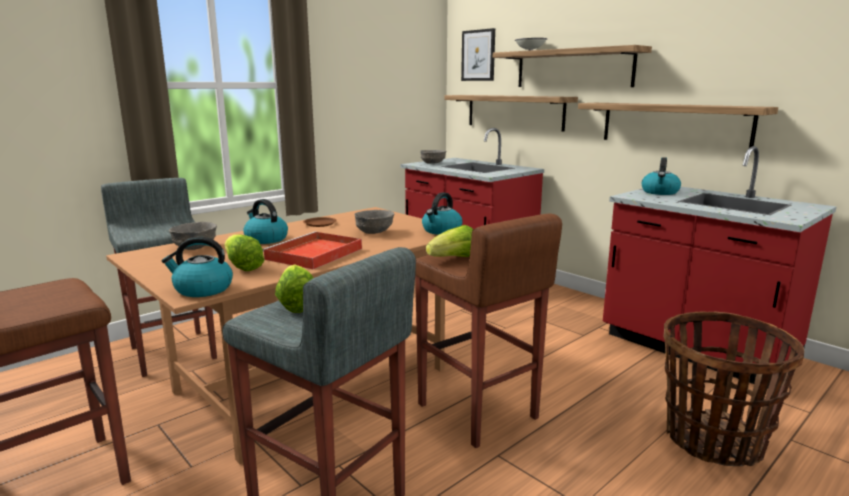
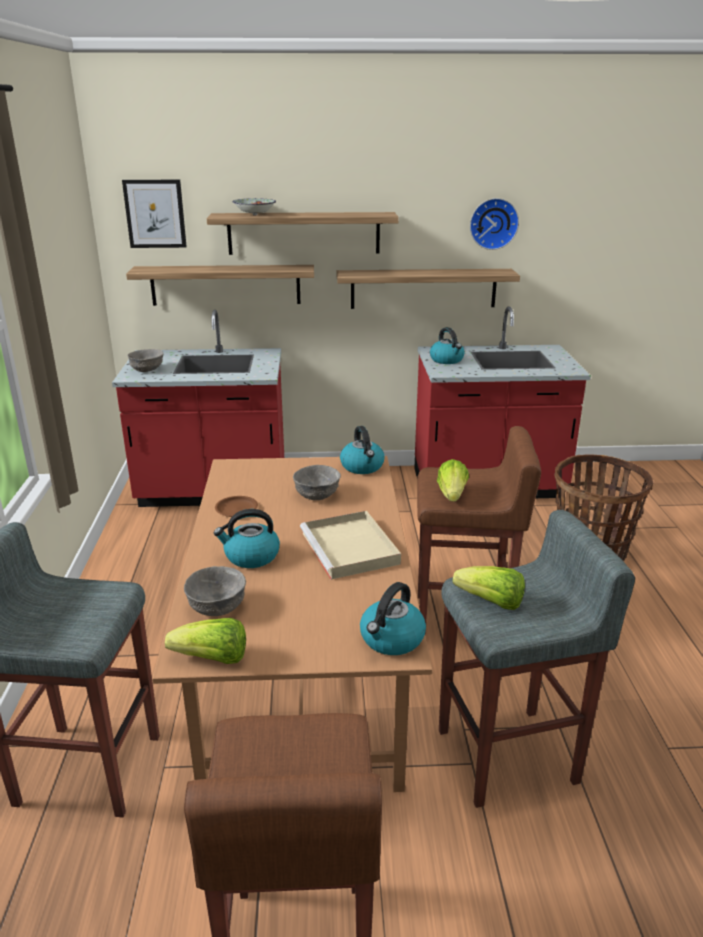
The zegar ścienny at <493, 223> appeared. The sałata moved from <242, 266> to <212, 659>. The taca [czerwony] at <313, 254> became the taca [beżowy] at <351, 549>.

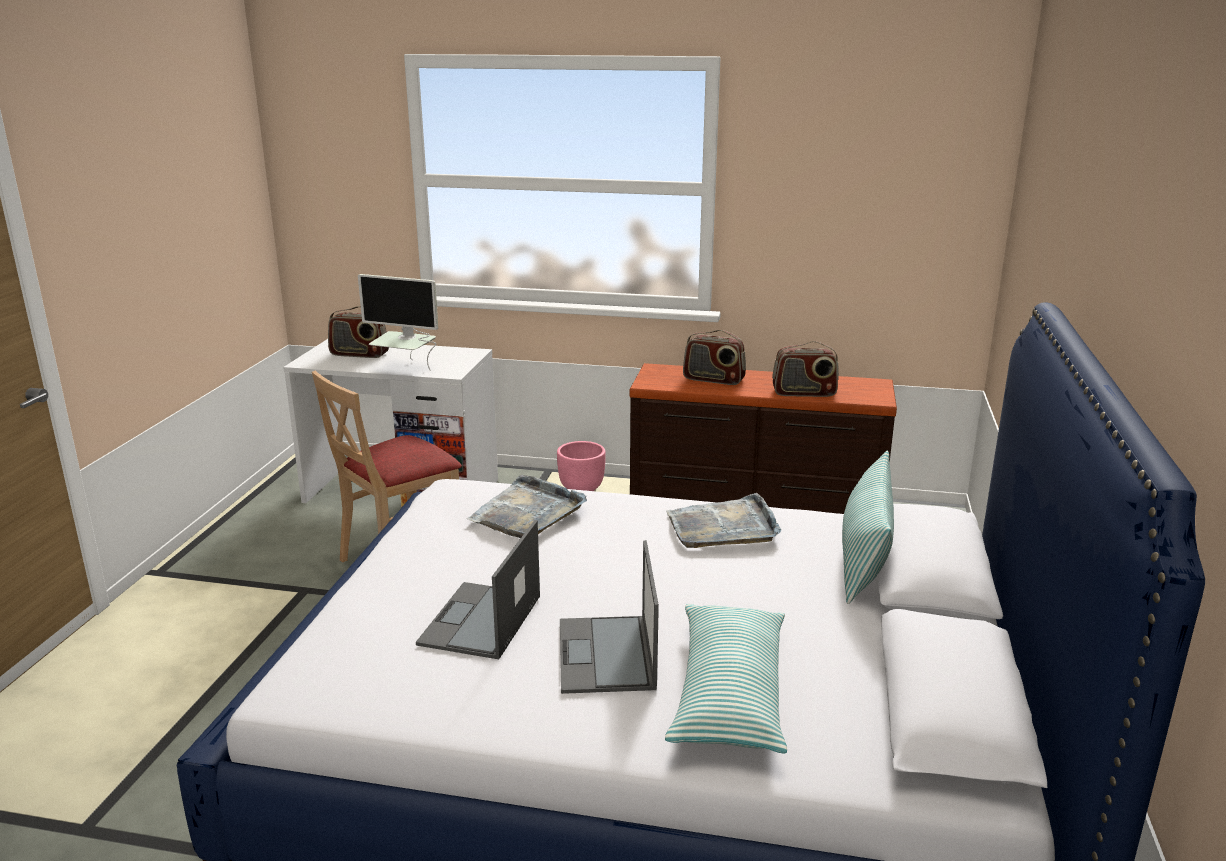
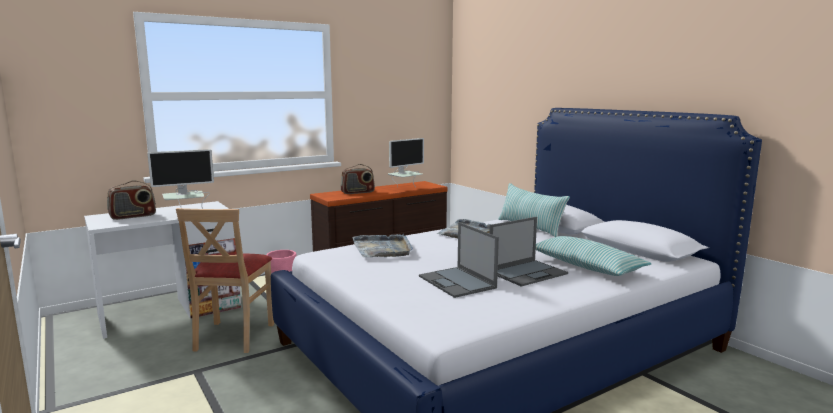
The radio at <804, 393> was replaced by the monitor at <405, 189>. The laptop at <606, 655> turned 75 degrees counterclockwise.

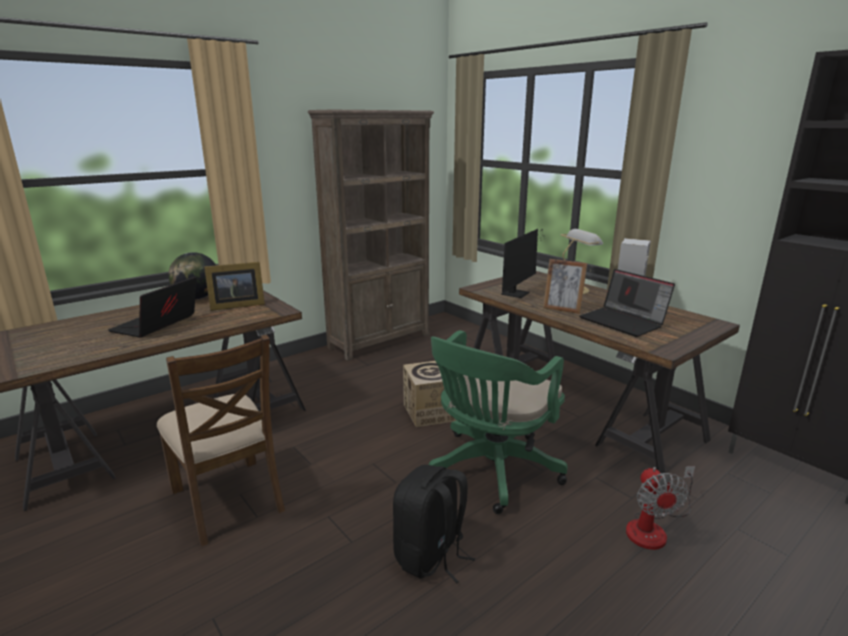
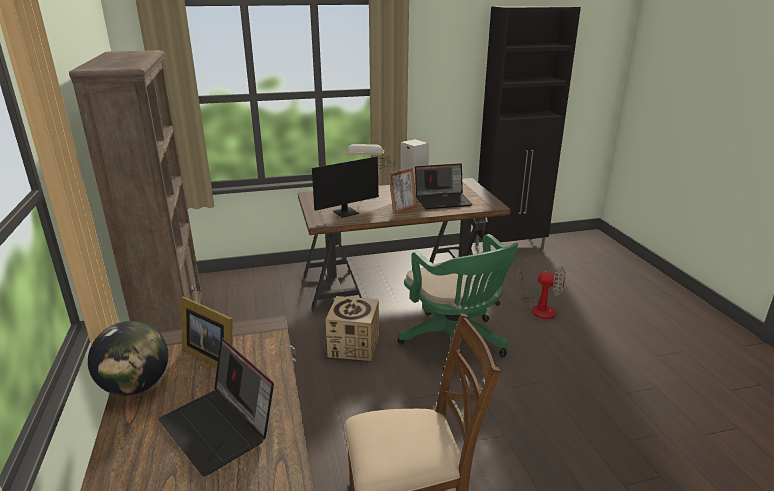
The plecak [czarny] at <431, 556> disappeared. The ramka na zdjęcie at <235, 305> turned 120 degrees clockwise. The monitor at <518, 292> turned 90 degrees clockwise.

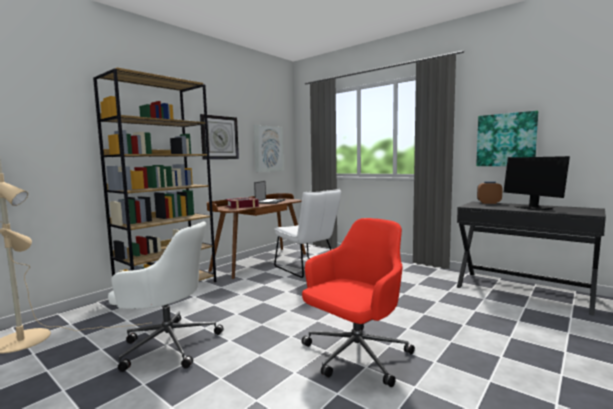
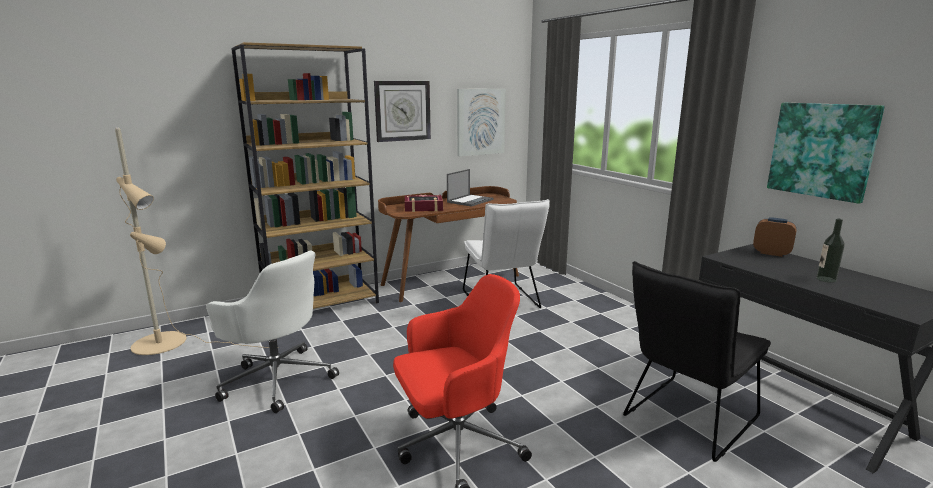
The krzesło [czarny] at <685, 420> appeared. The monitor at <533, 208> was replaced by the butelka at <826, 279>.

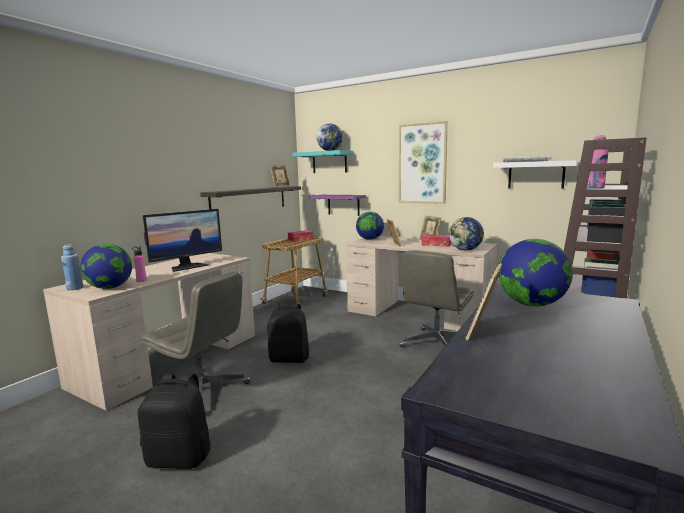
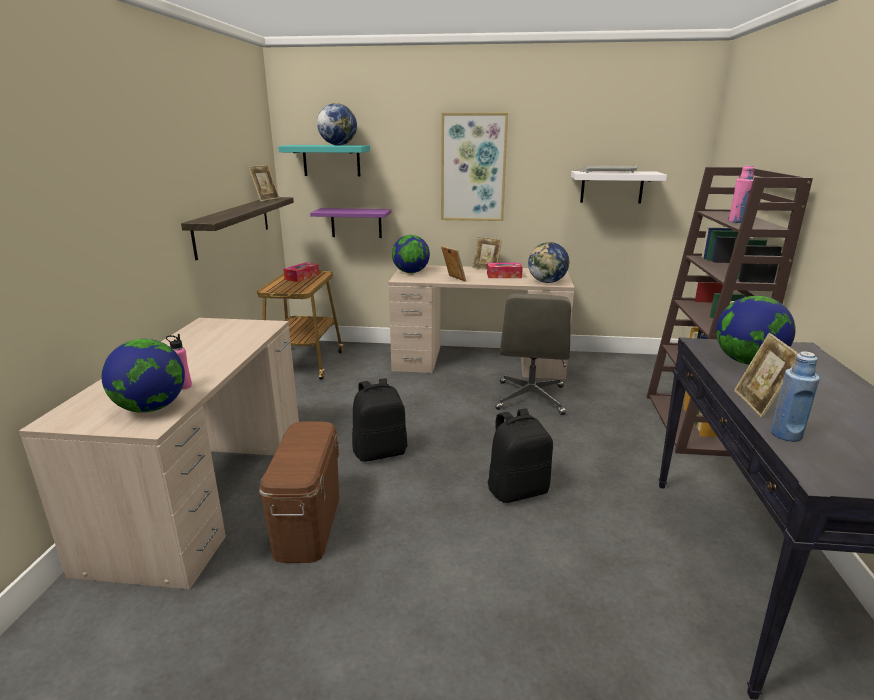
The monitor at <187, 267> disappeared. The butelka [niebieski] moved from <75, 288> to <786, 435>. The plecak [czarny] moved from <180, 457> to <517, 490>. The krzesło biurowe [szary] at <203, 392> was replaced by the pojemnik do przechowywania [brązowy] at <308, 524>.

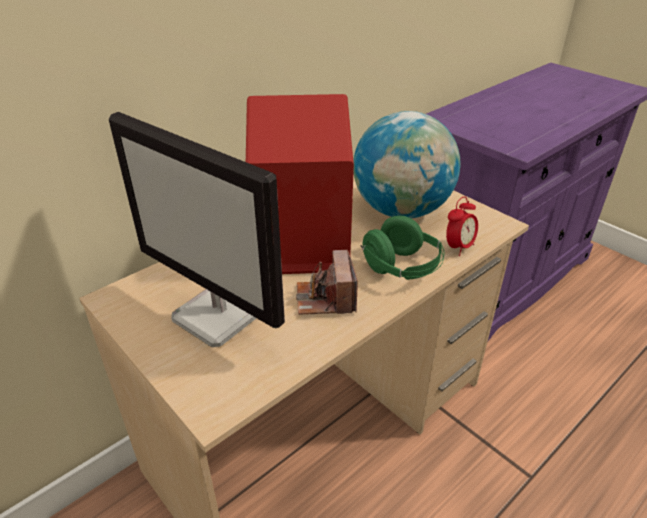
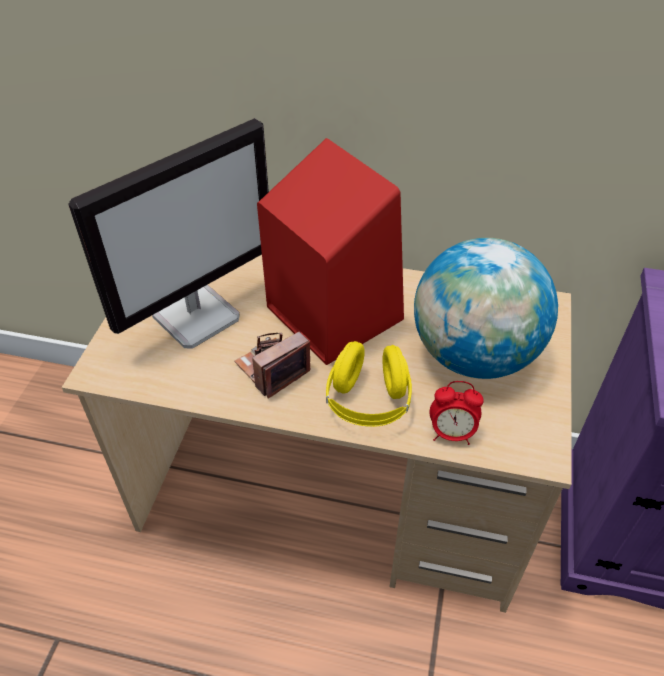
The słuchawki [zielony] at <402, 268> became the słuchawki [żółty] at <368, 402>. The monitor at <219, 316> turned 135 degrees counterclockwise.

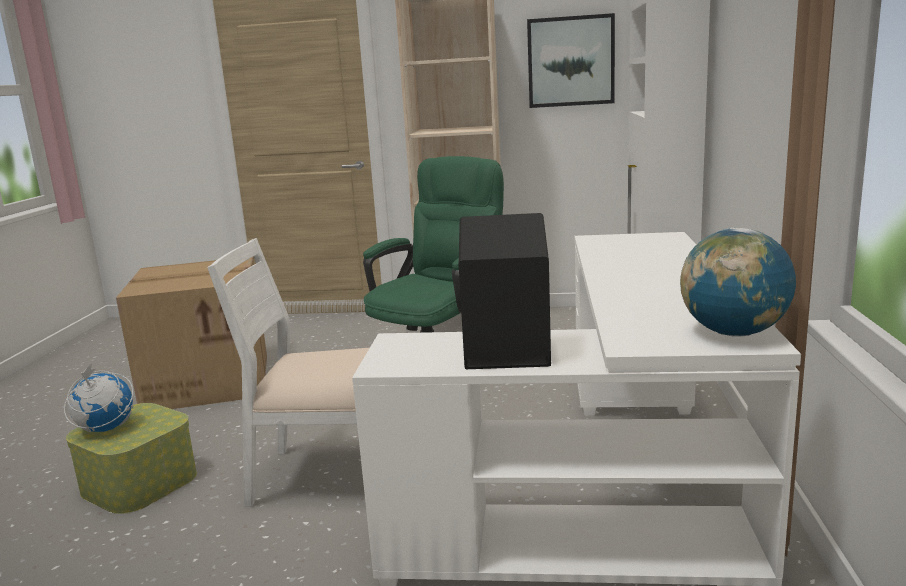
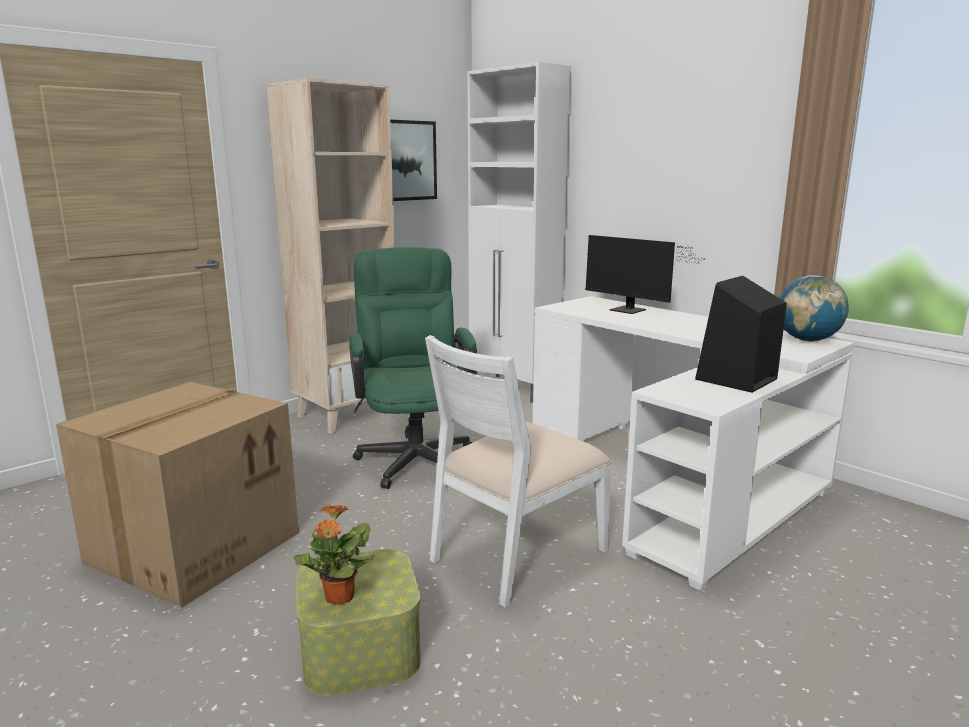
The monitor at <631, 311> appeared. The globus at <105, 429> was replaced by the roślina doniczkowa at <339, 597>.

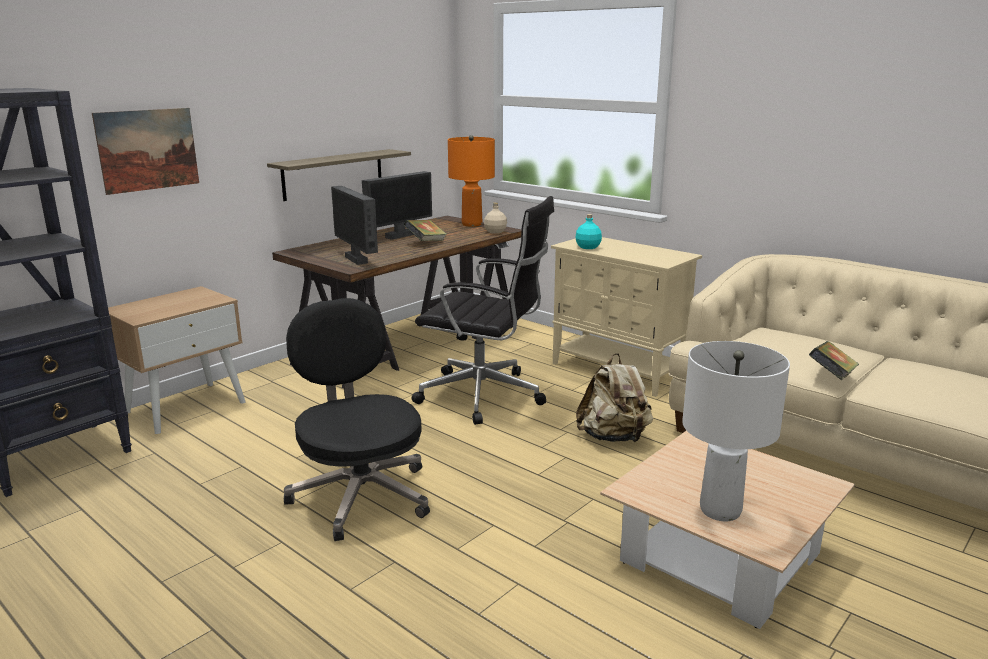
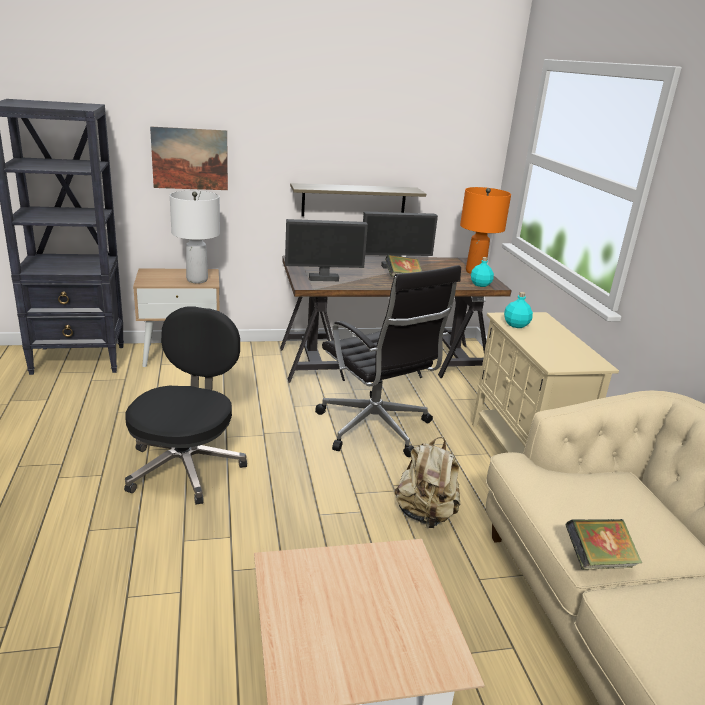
The lampa stołowa [biały] moved from <721, 511> to <197, 280>. The butelka [beżowy] at <495, 232> became the butelka [turkusowy] at <480, 284>. The monitor at <357, 260> turned 105 degrees counterclockwise.

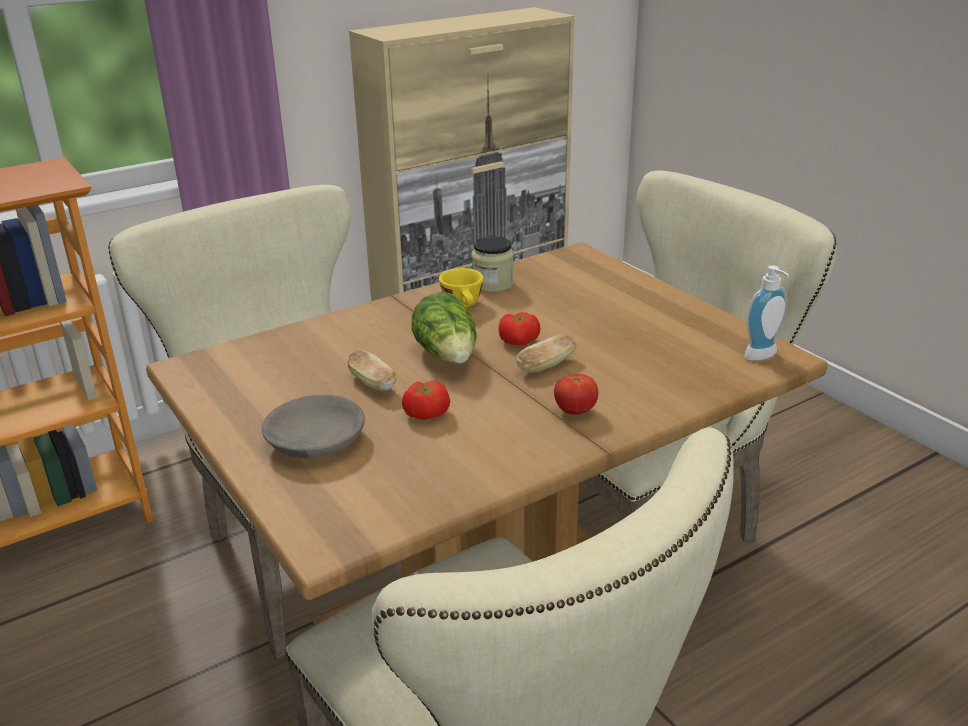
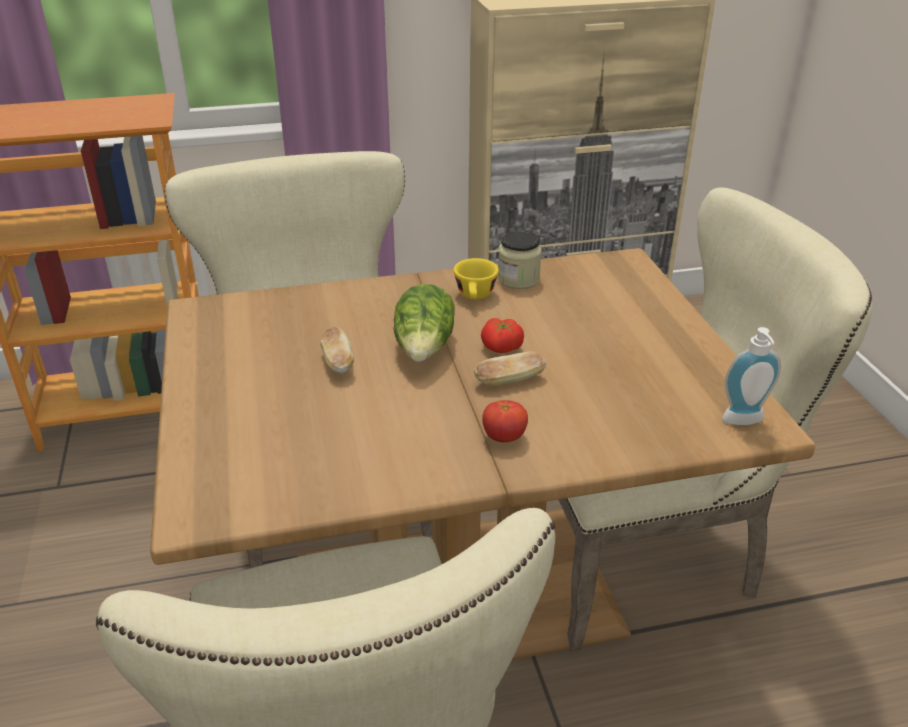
The miska [szary] at <314, 441> disappeared. The pomidor at <426, 413> disappeared.

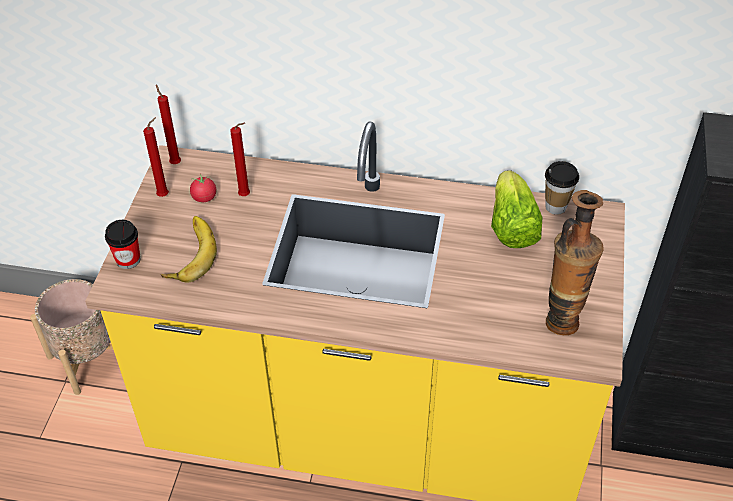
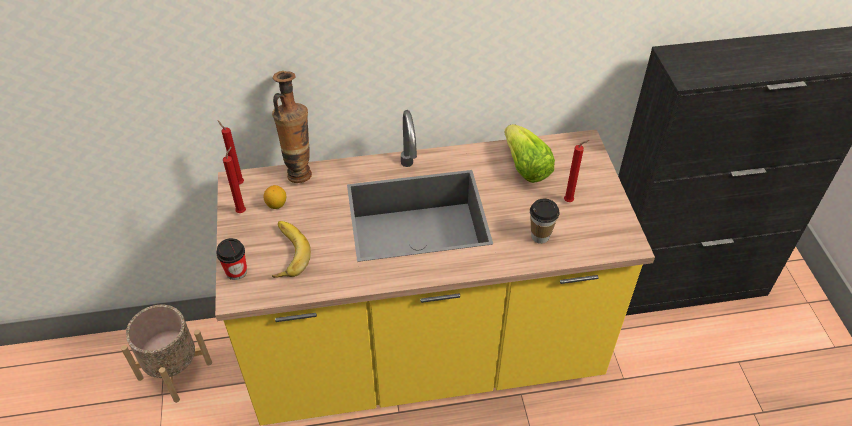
The świeca [czerwony] moved from <246, 196> to <570, 201>. The filiżanka moved from <555, 207> to <540, 236>. The wazon moved from <562, 316> to <299, 171>. The pomidor at <204, 197> was replaced by the cytryna at <276, 205>.

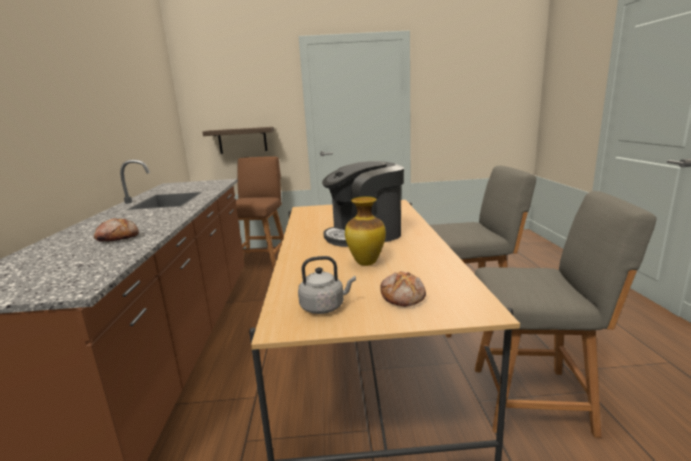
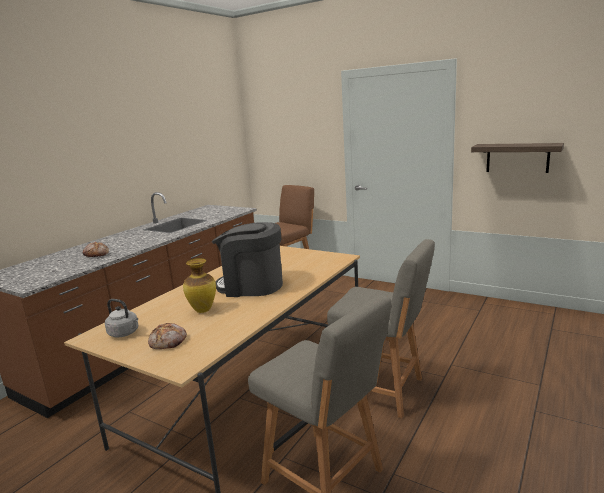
The półka moved from <242, 140> to <517, 158>.

